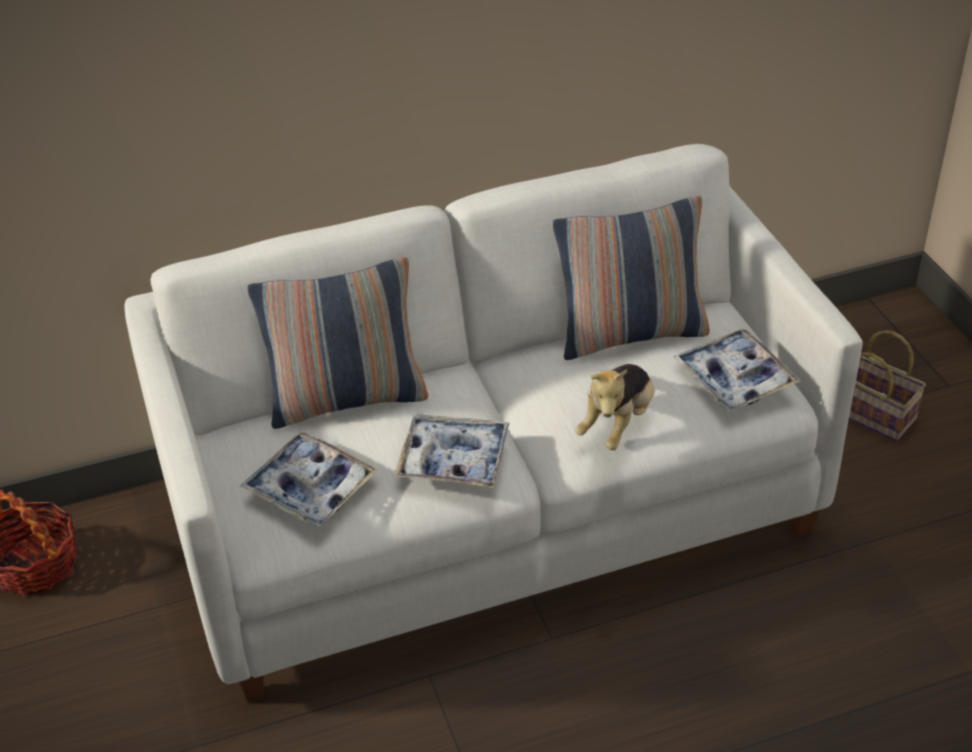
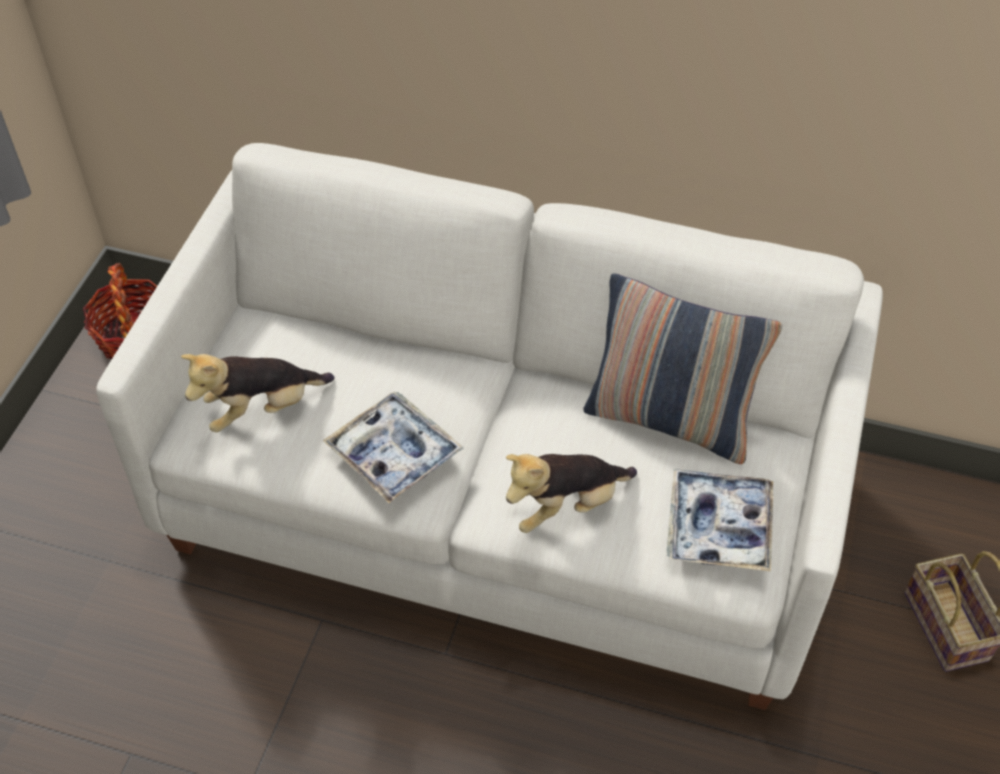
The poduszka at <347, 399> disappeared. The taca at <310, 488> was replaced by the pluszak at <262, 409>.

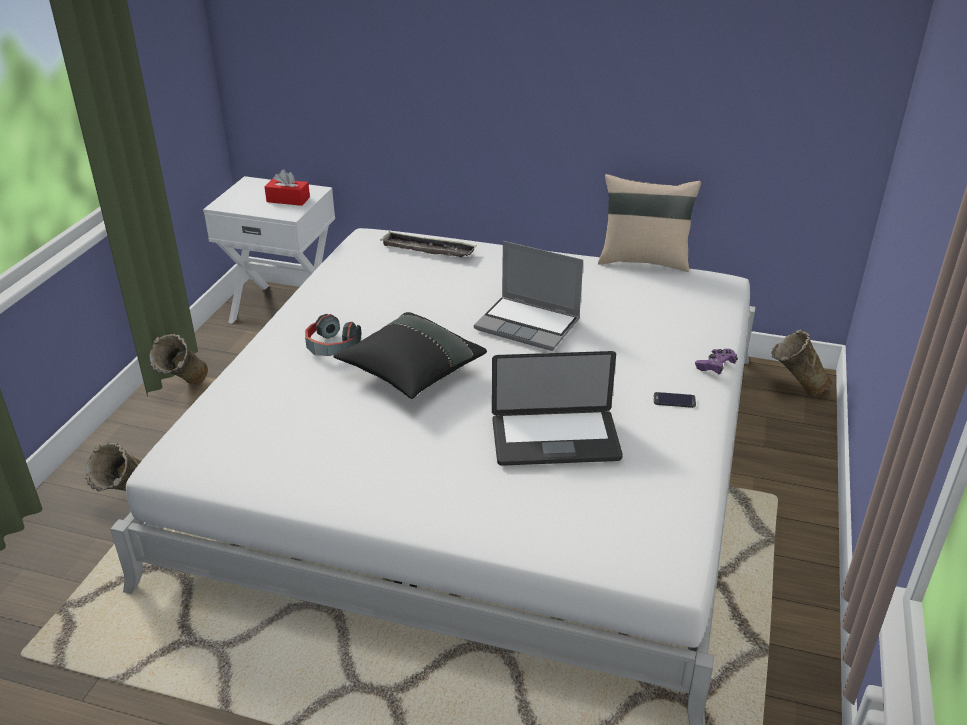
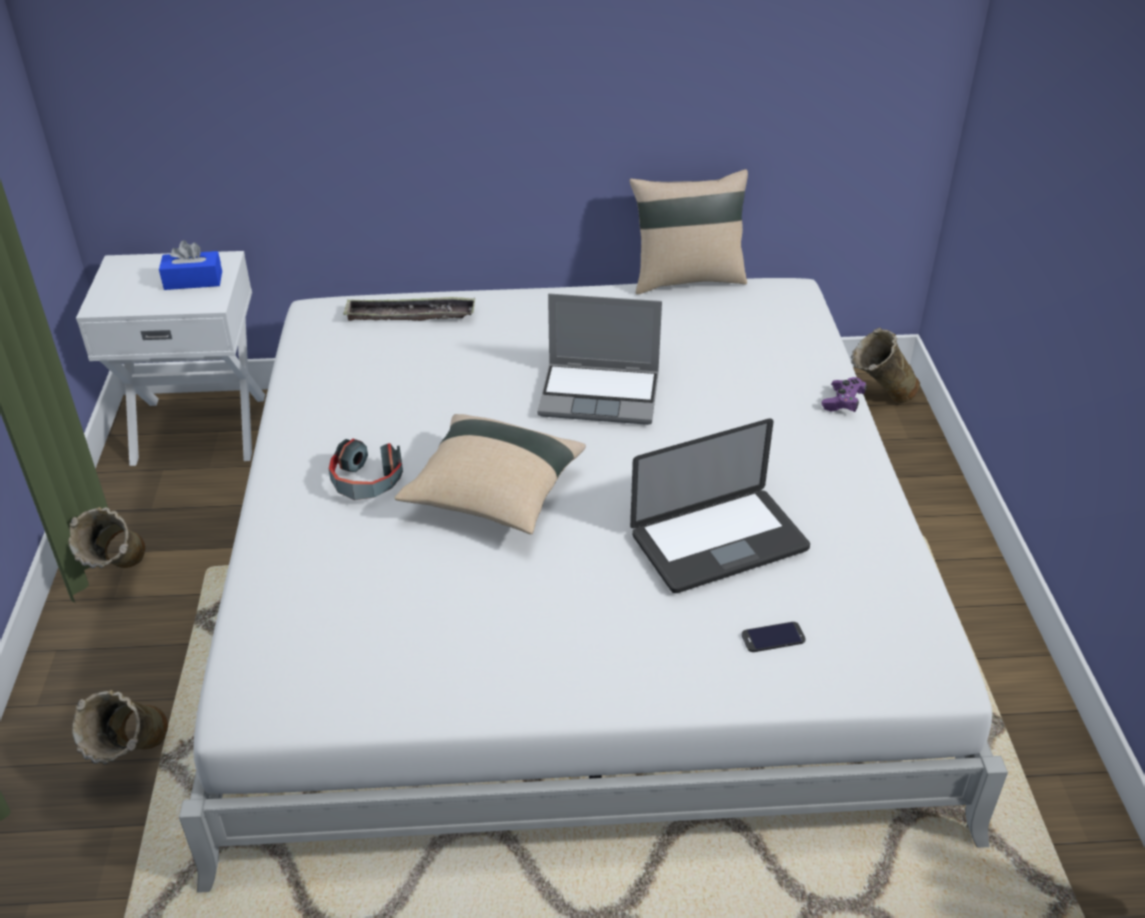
The telefon moved from <674, 400> to <773, 637>. The pudełko chusteczek [czerwony] at <288, 199> became the pudełko chusteczek [niebieski] at <193, 280>. The poduszka [czarny] at <411, 372> became the poduszka [beżowy] at <493, 494>.

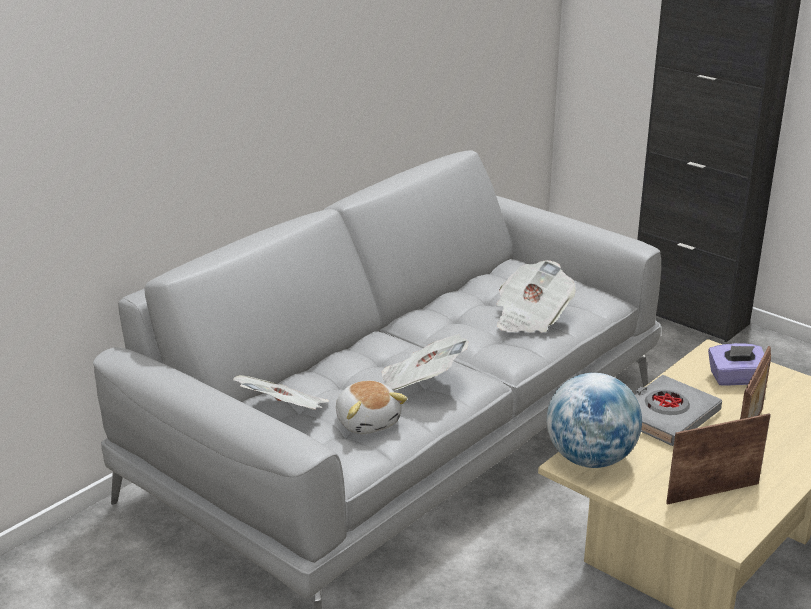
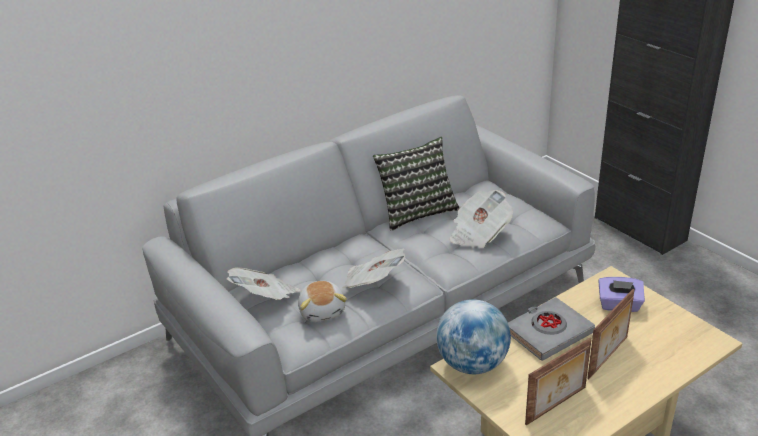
The poduszka at <416, 211> appeared. The ramka na zdjęcie at <711, 492> turned 150 degrees clockwise.

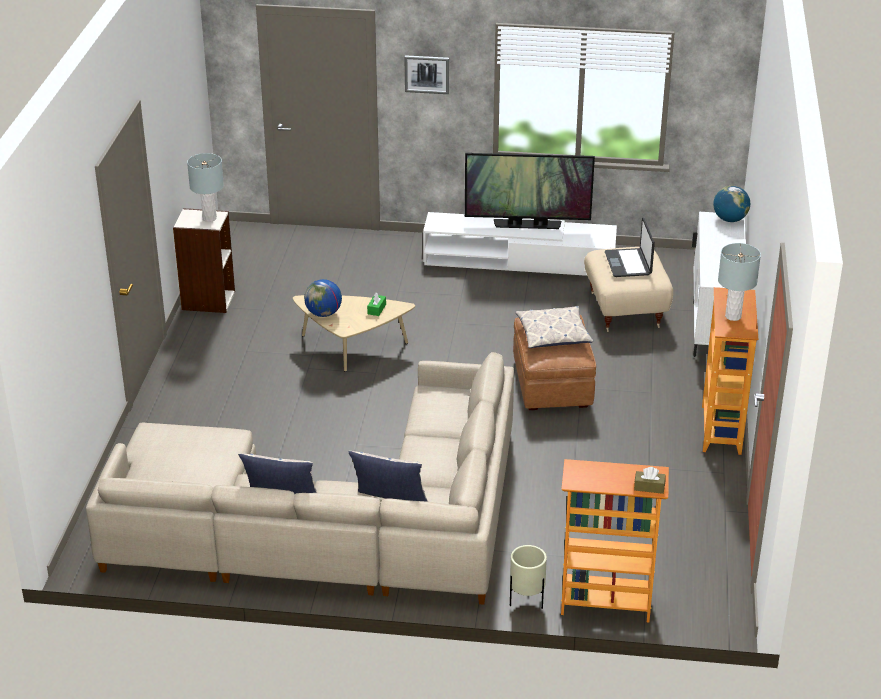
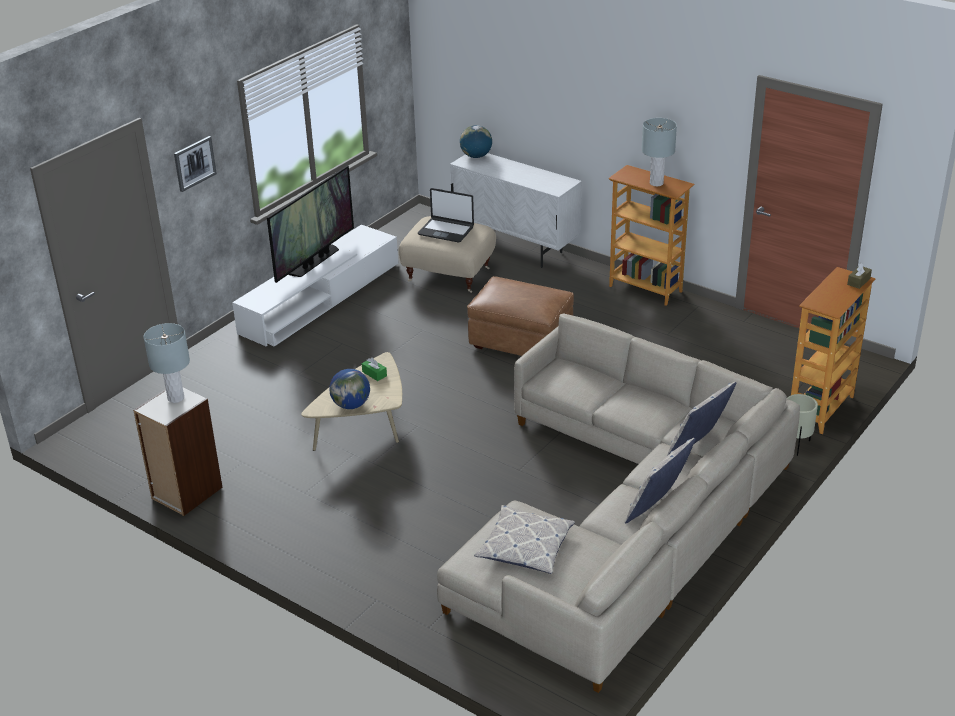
The poduszka moved from <553, 334> to <525, 546>.

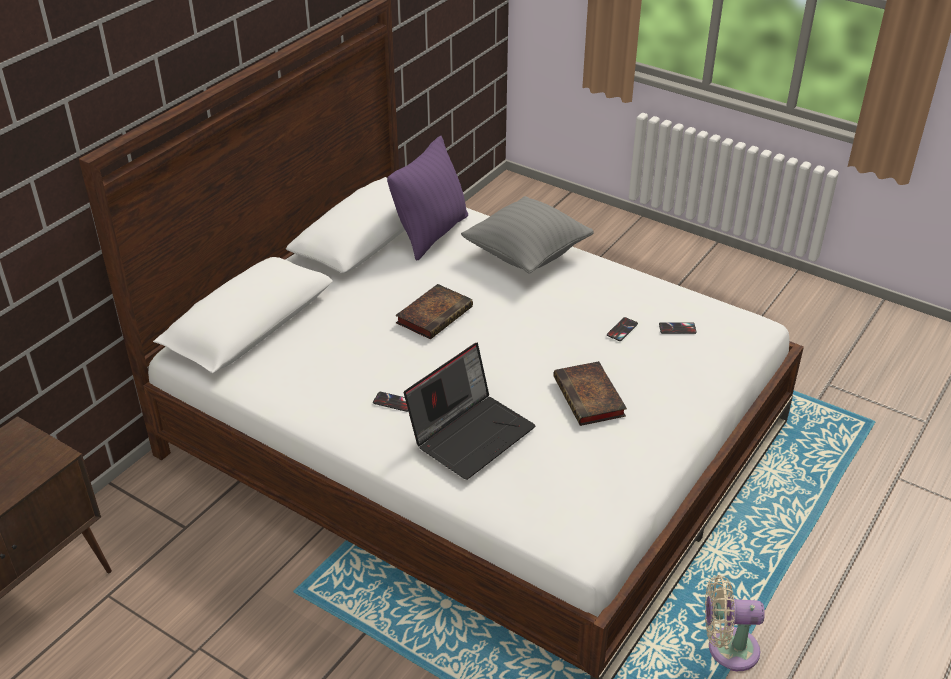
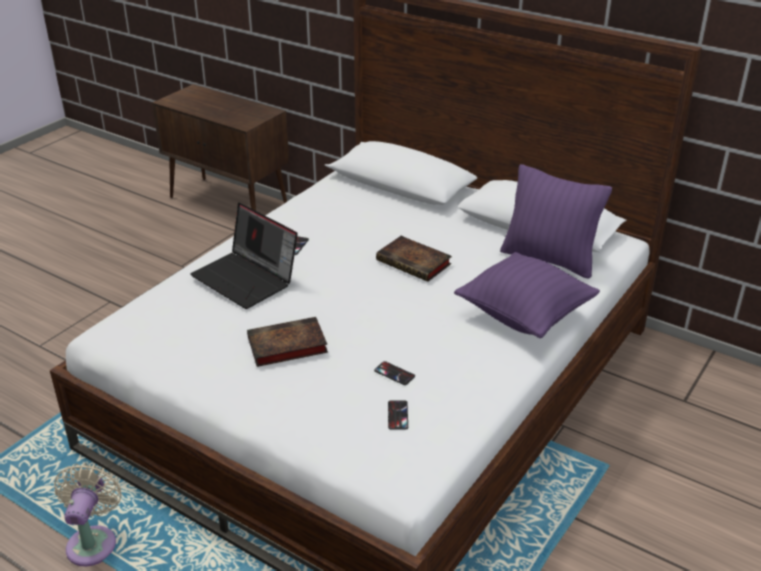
The poduszka [szary] at <526, 255> became the poduszka [fioletowy] at <524, 316>.

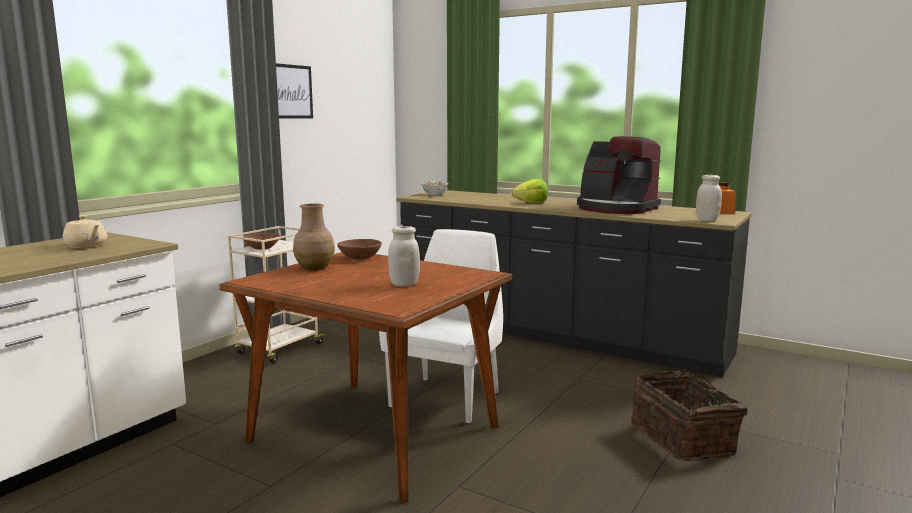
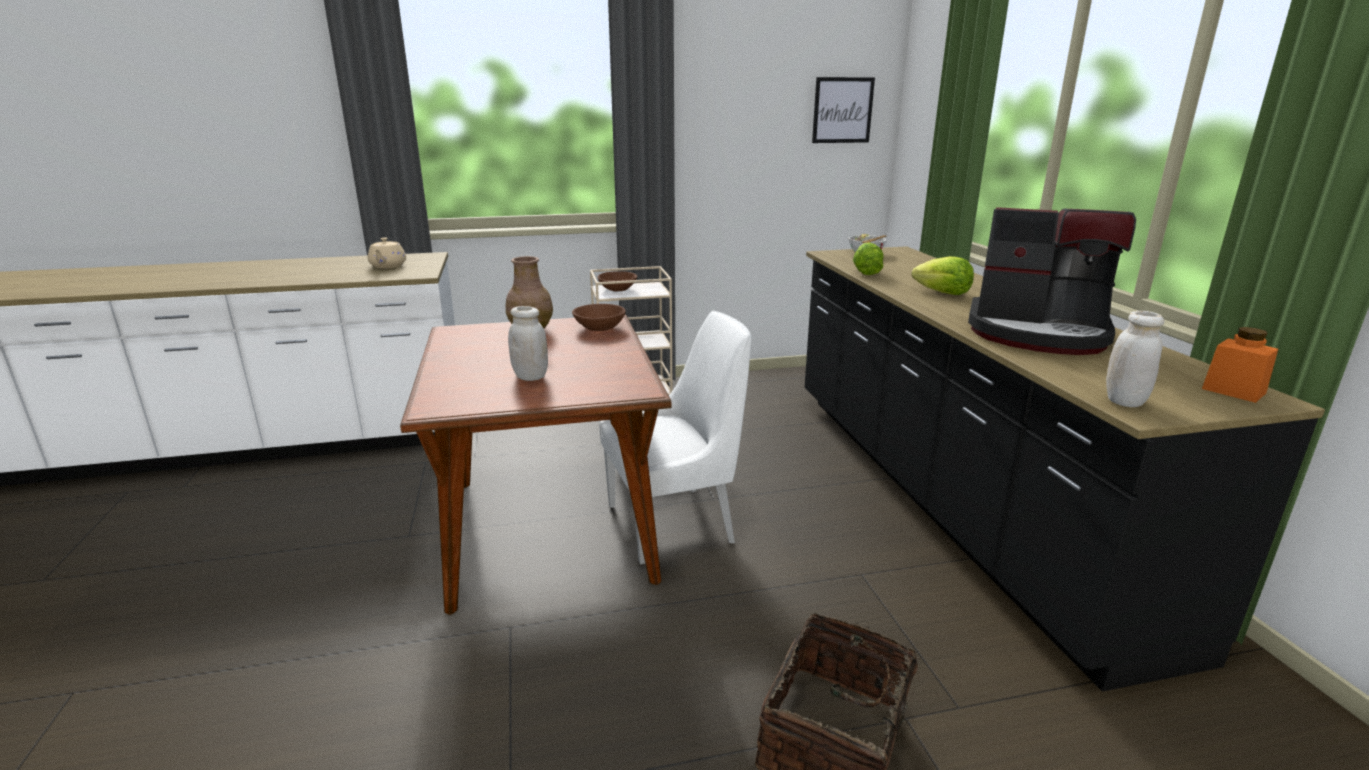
The sałata at <866, 271> appeared. The obraz moved from <292, 91> to <842, 110>. The ekspres do kawy at <616, 208> turned 60 degrees counterclockwise.

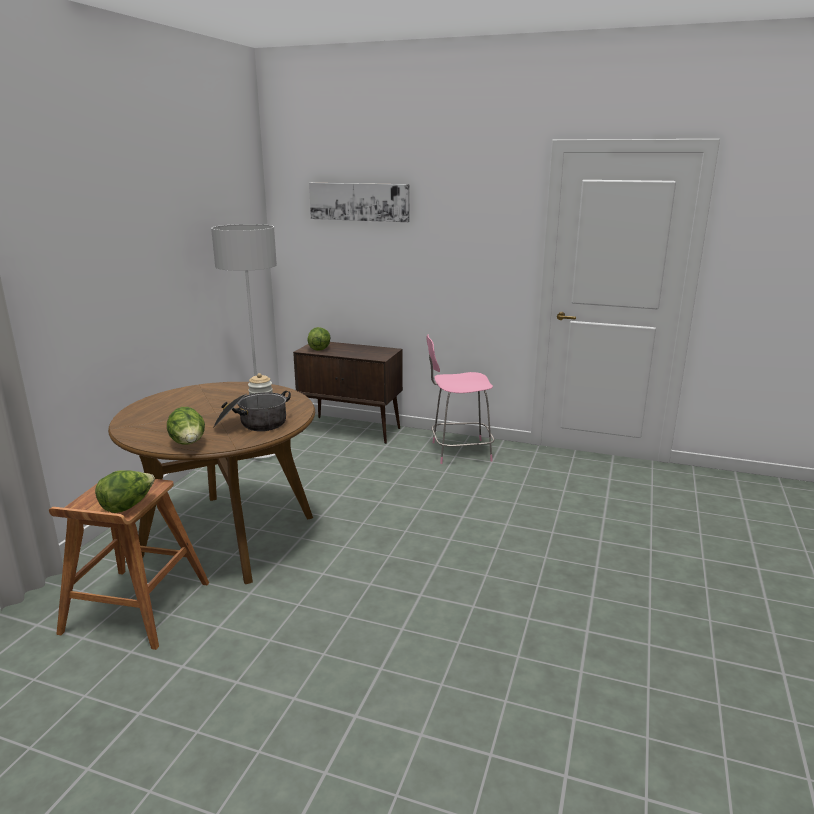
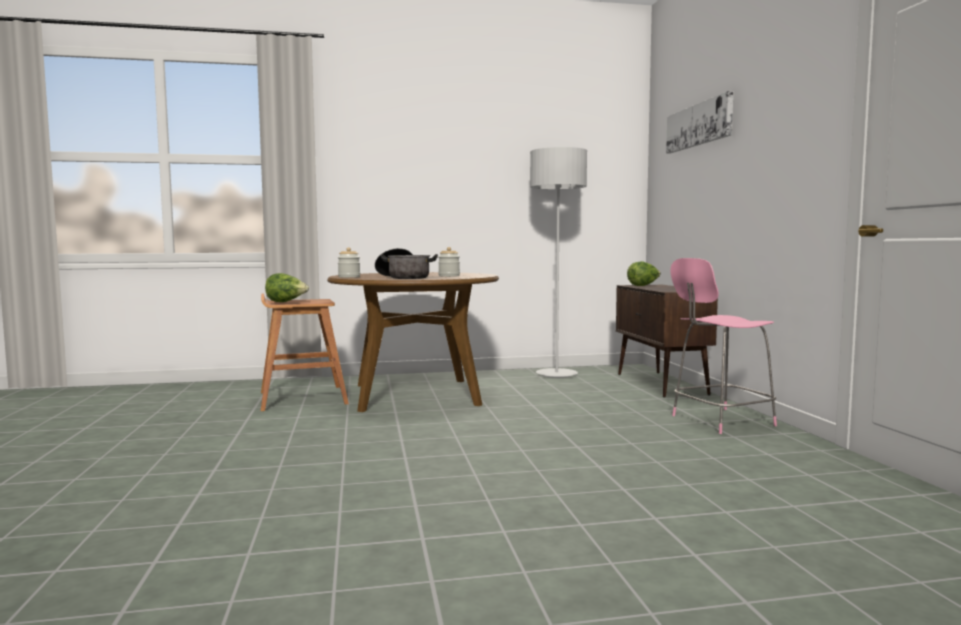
The sałata at <189, 444> was replaced by the słoik at <349, 277>. The krzesło [różowy] at <458, 451> turned 75 degrees counterclockwise.

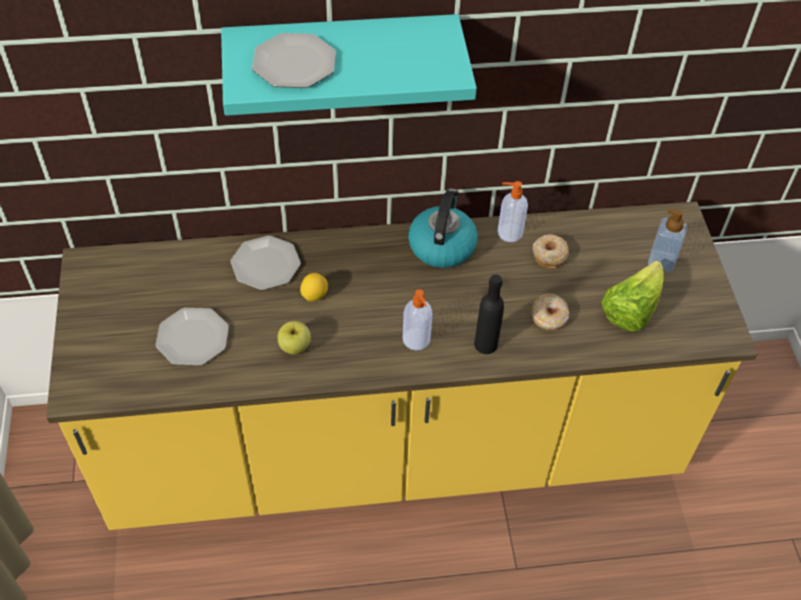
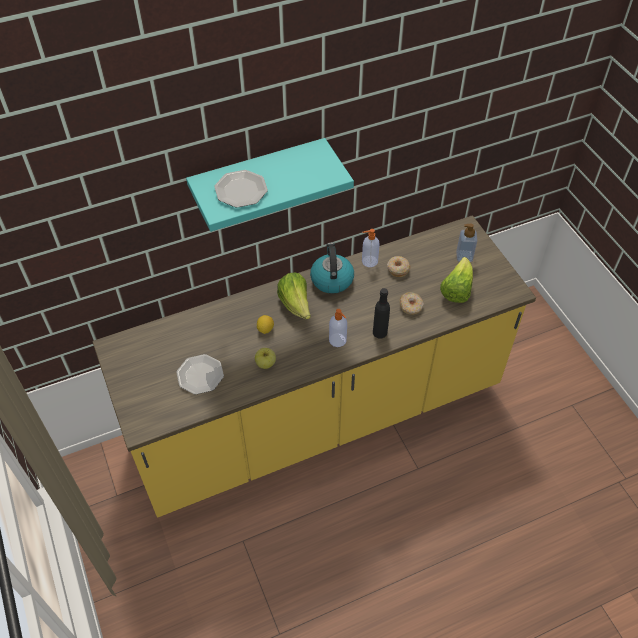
The talerz at <266, 265> disappeared. The sałata at <296, 305> appeared.

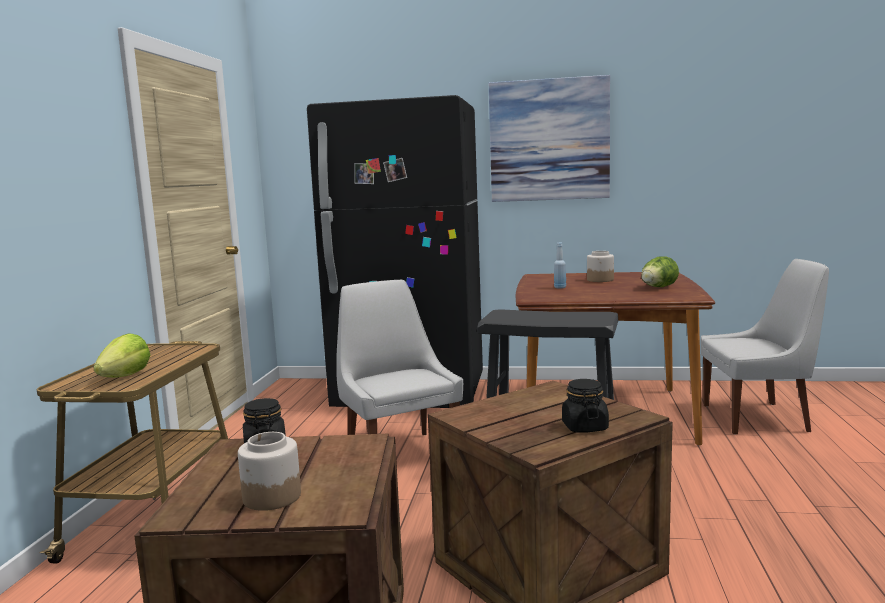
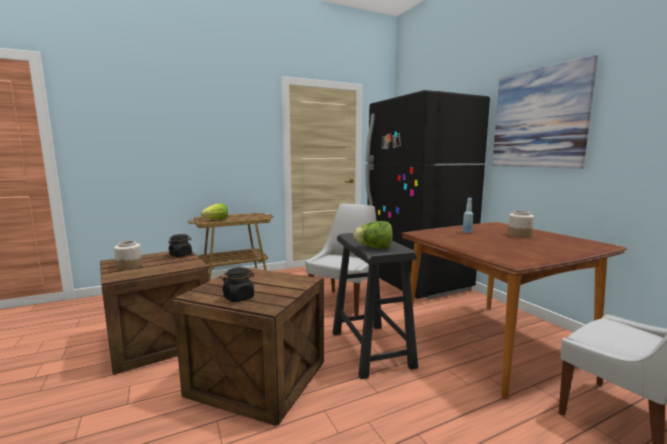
The sałata moved from <658, 288> to <374, 248>.

